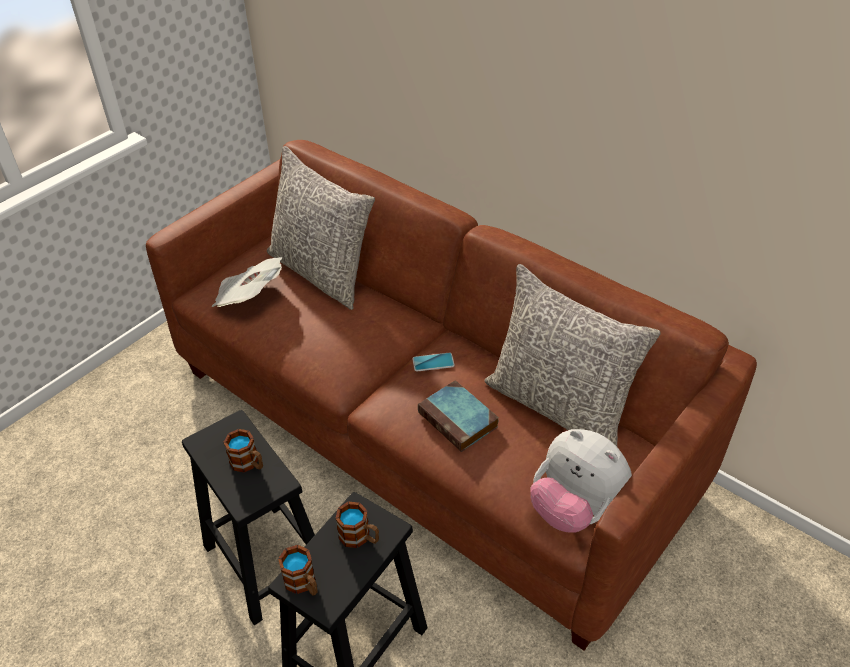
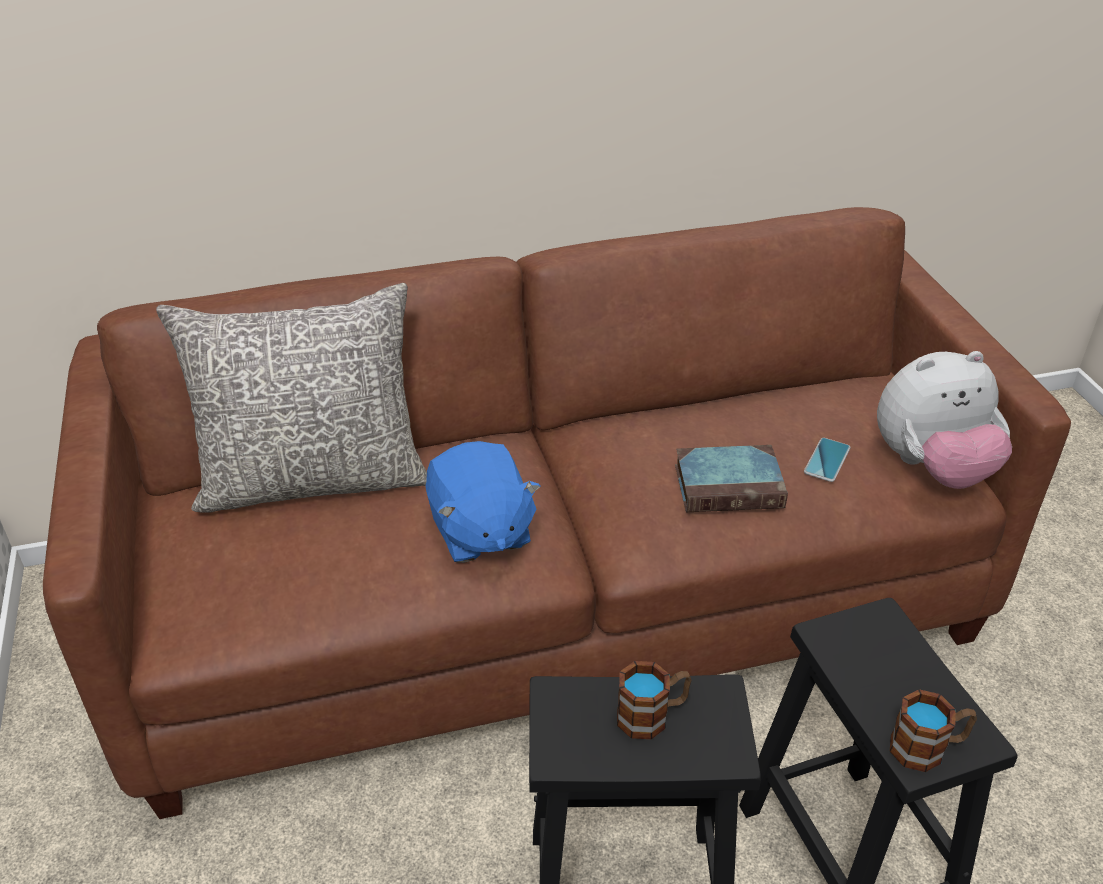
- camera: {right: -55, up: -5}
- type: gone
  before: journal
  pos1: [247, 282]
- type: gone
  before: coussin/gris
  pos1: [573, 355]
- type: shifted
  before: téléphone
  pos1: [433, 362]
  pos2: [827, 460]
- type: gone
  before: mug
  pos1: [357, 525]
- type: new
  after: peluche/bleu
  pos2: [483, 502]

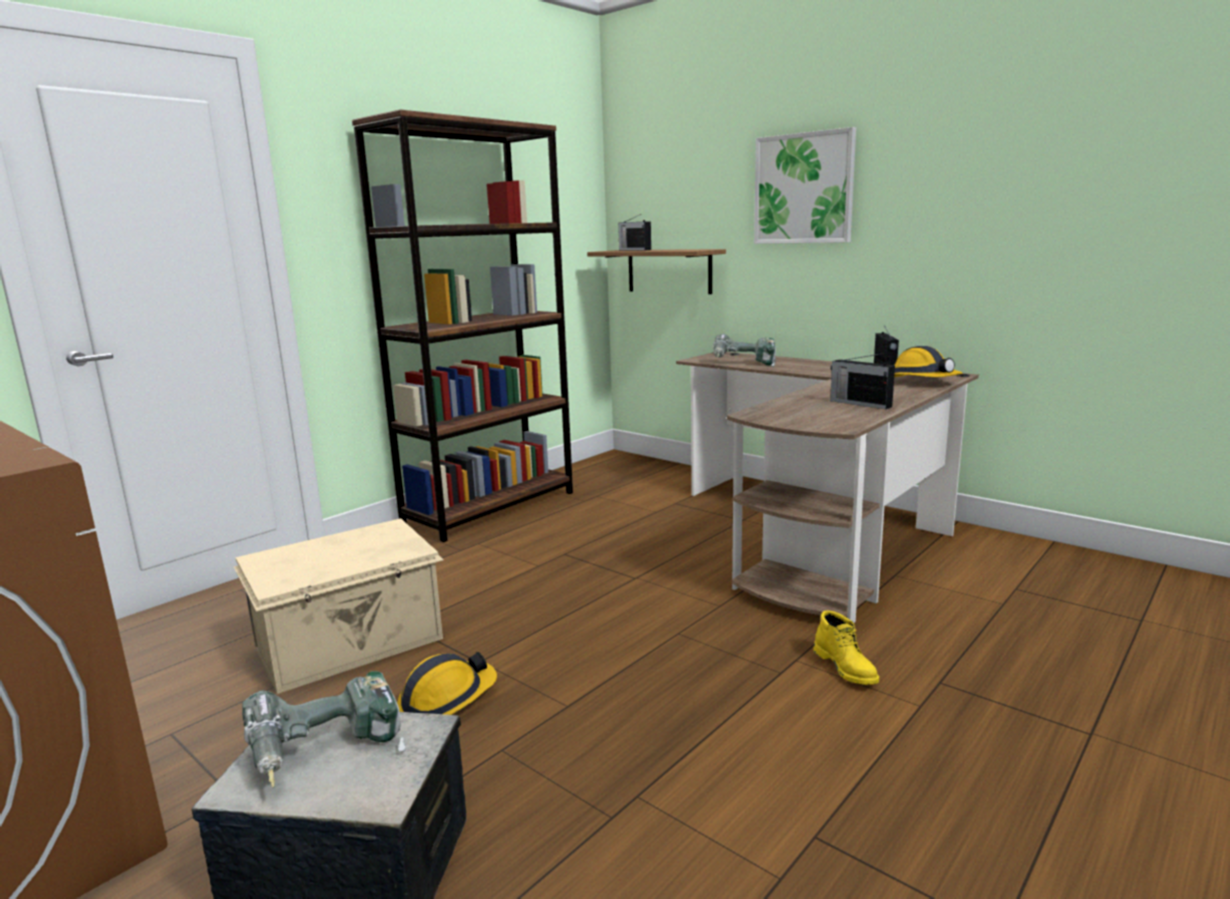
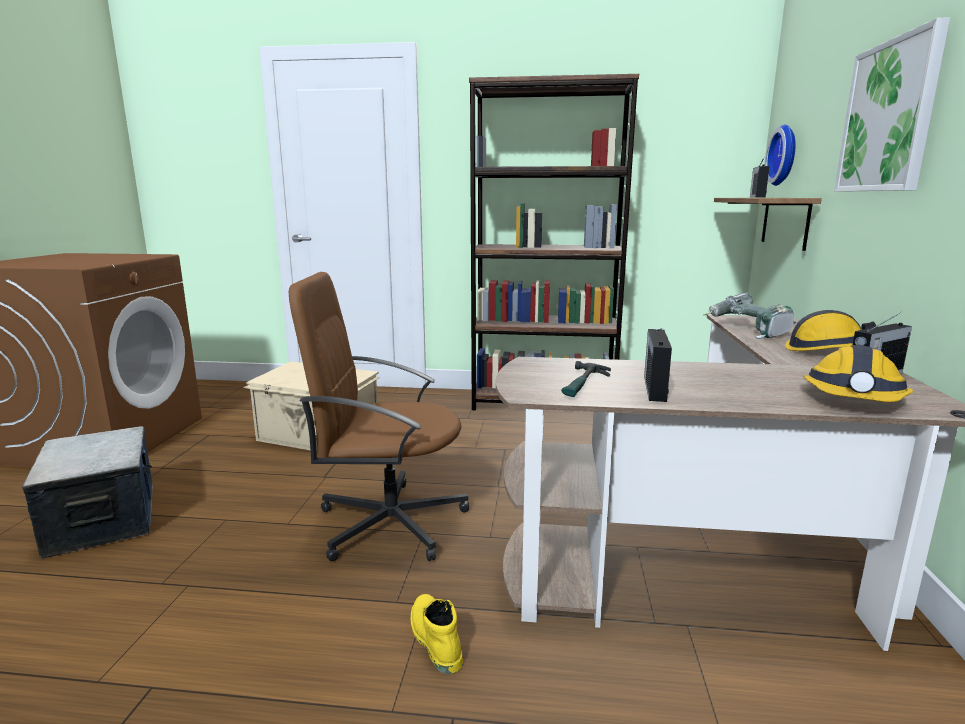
- camera: {right: 55, up: 0}
- type: rotated
  before: botte/jaune
  pos1: [846, 647]
  pos2: [437, 634]
  turn: 120
- type: shifted
  before: casque de chantier
  pos1: [447, 683]
  pos2: [830, 330]
- type: gone
  before: perceuse
  pos1: [324, 729]
- type: new
  after: horloge murale
  pos2: [780, 155]
- type: new
  after: chaise de bureau/marron
  pos2: [379, 416]
- type: new
  after: marteau
  pos2: [586, 379]

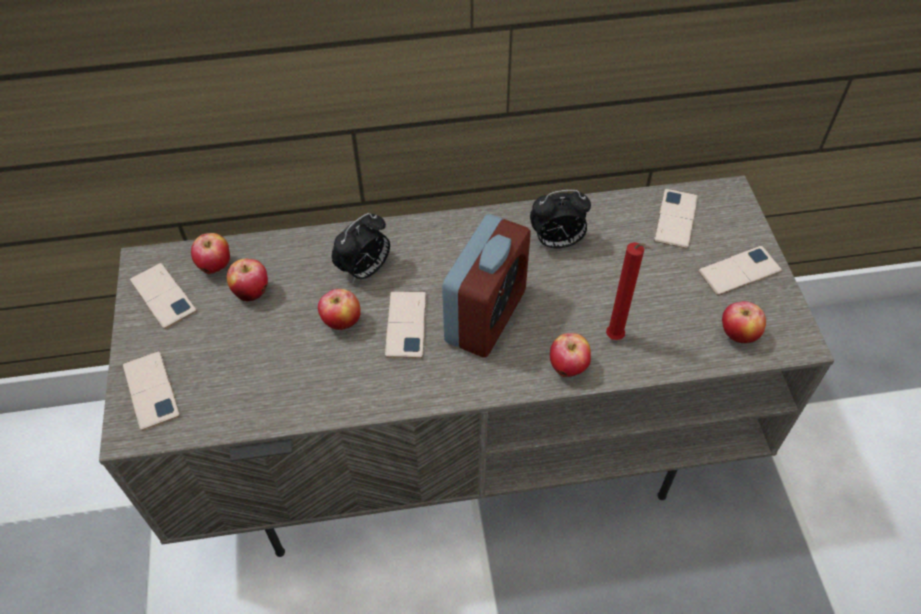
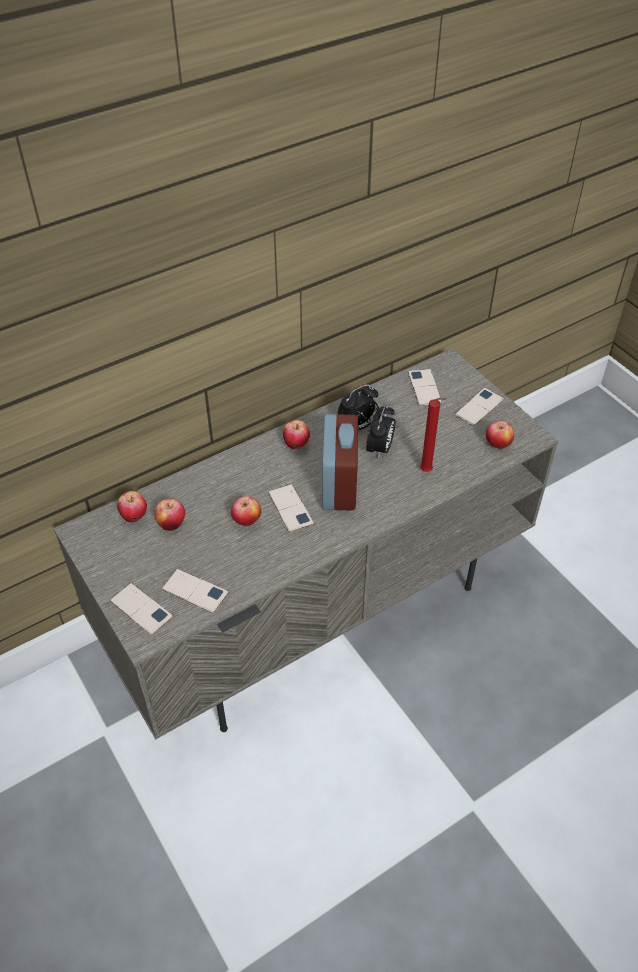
- camera: {right: -25, up: -5}
- type: shifted
  before: réveil
  pos1: [361, 248]
  pos2: [381, 431]
- type: shifted
  before: téléphone
  pos1: [163, 295]
  pos2: [195, 590]
- type: shifted
  before: pomme
  pos1: [570, 355]
  pos2: [296, 434]

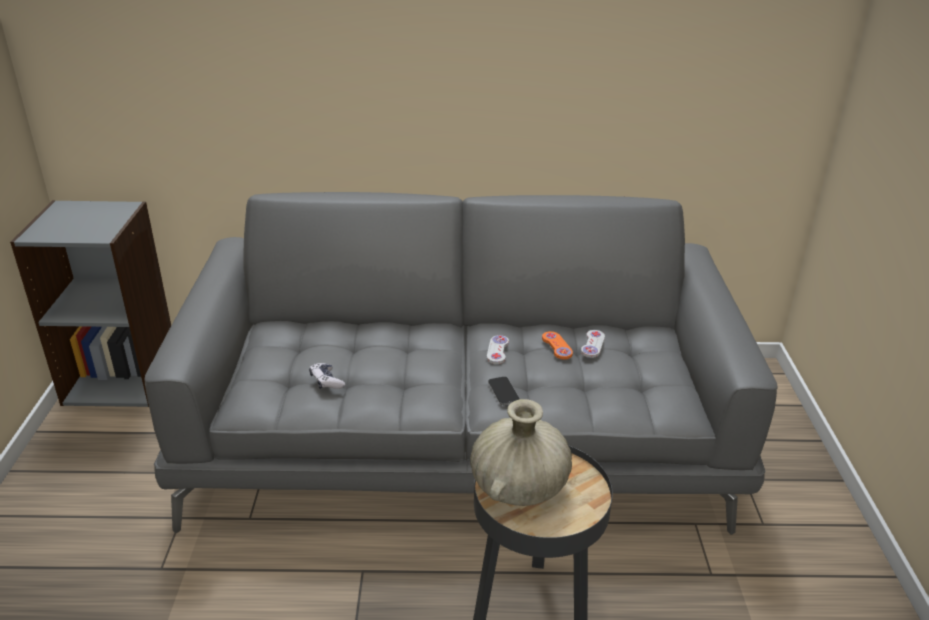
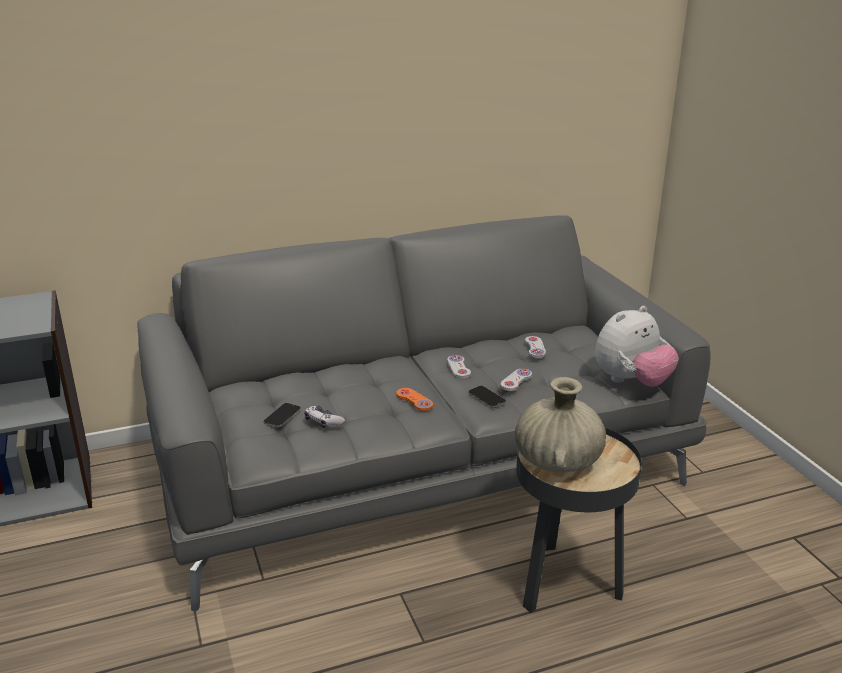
- camera: {right: -20, up: -5}
- type: shifted
  before: manette/orange
  pos1: [557, 345]
  pos2: [414, 399]
- type: new
  after: peluche
  pos2: [637, 346]
- type: new
  after: manette/blanc
  pos2: [516, 380]
- type: new
  after: téléphone
  pos2: [282, 415]

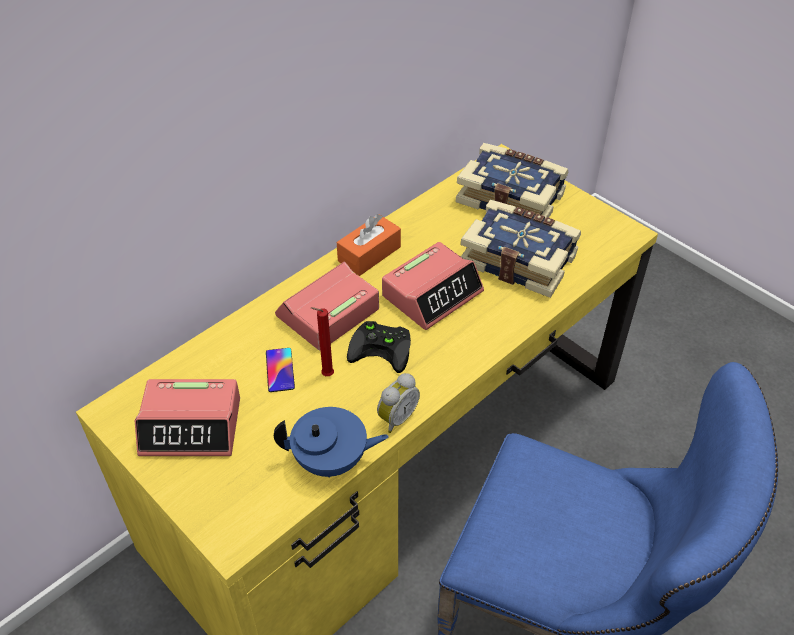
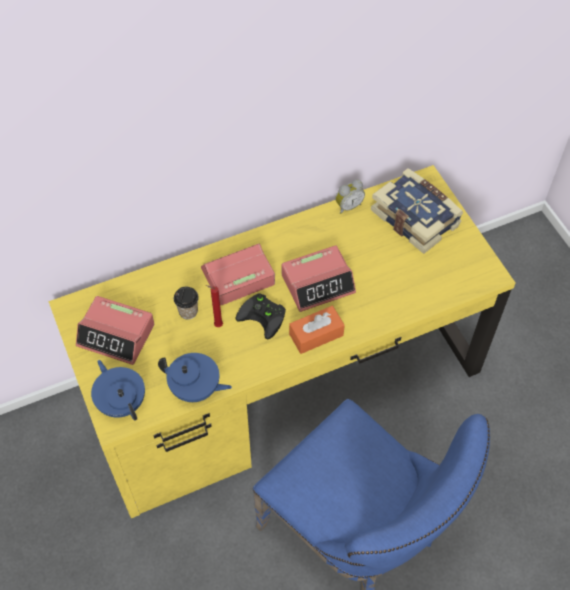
- camera: {right: 20, up: 10}
- type: gone
  before: livre
  pos1: [521, 249]
- type: shifted
  before: boîte à mouchoirs/orange
  pos1: [369, 245]
  pos2: [317, 330]
- type: swapped
  before: téléphone
  after: tasse
  pos1: [280, 370]
  pos2: [186, 302]
- type: shifted
  before: réveil
  pos1: [398, 403]
  pos2: [350, 196]
- type: new
  after: théière/bleu
  pos2: [118, 390]

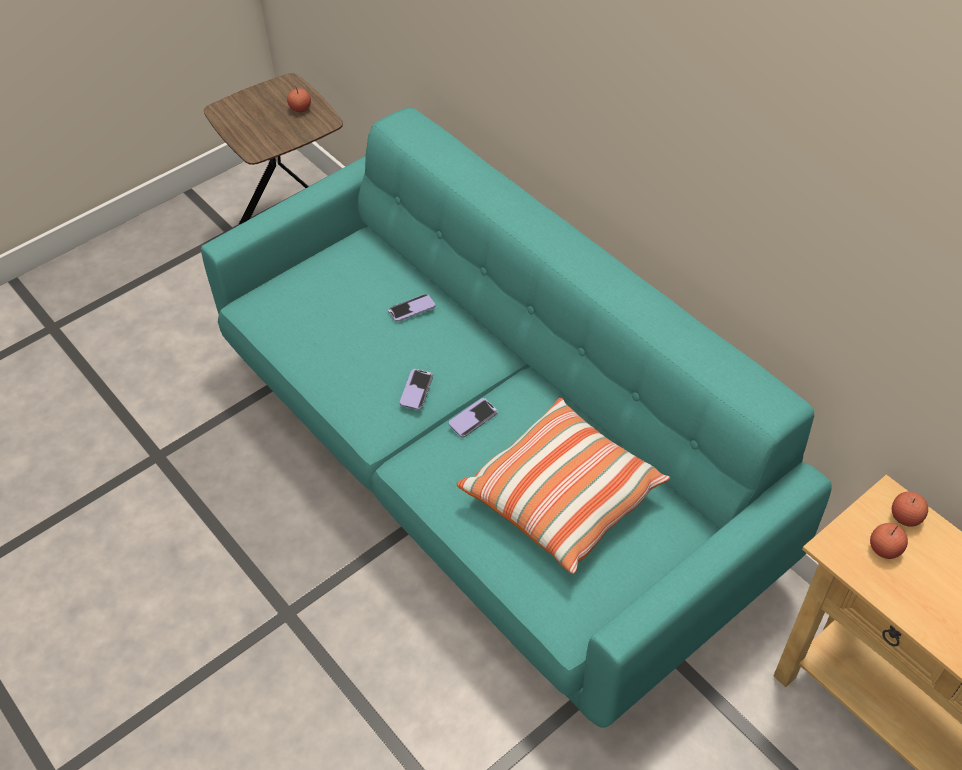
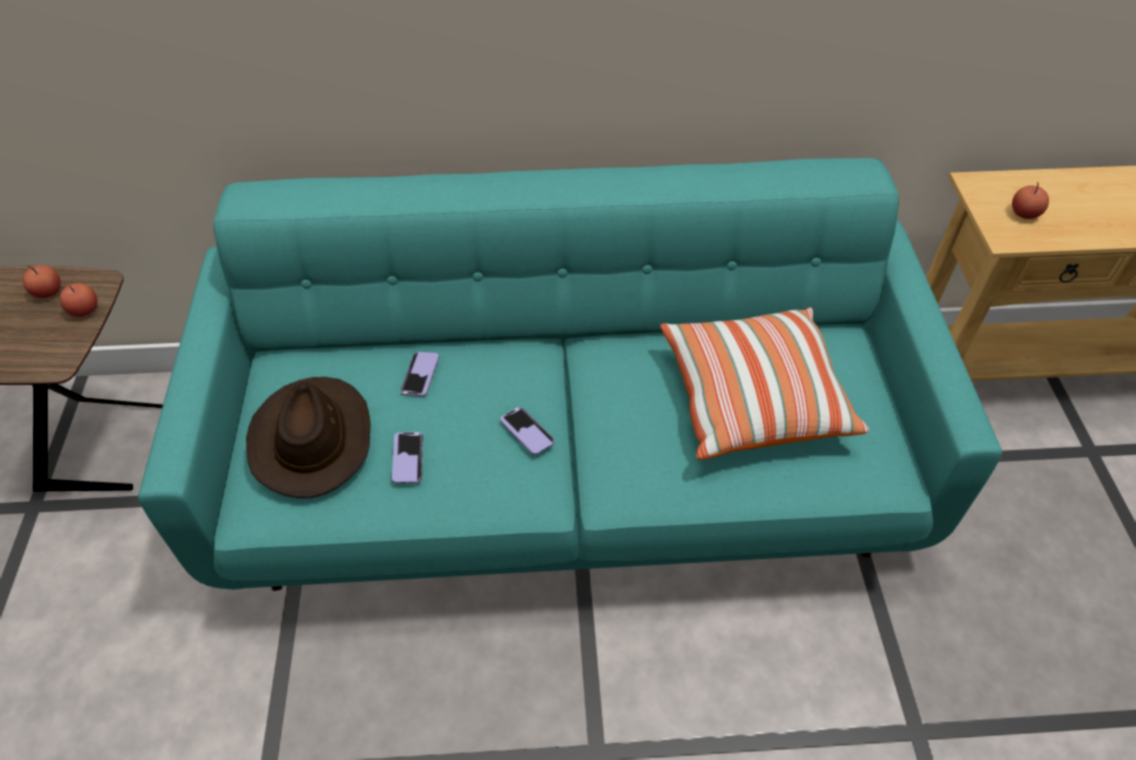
- camera: {right: -55, up: 0}
- type: shifted
  before: téléphone
  pos1: [473, 417]
  pos2: [407, 458]
- type: shifted
  before: pomme
  pos1: [910, 509]
  pos2: [78, 300]
- type: new
  after: chapeau/marron
  pos2: [308, 437]

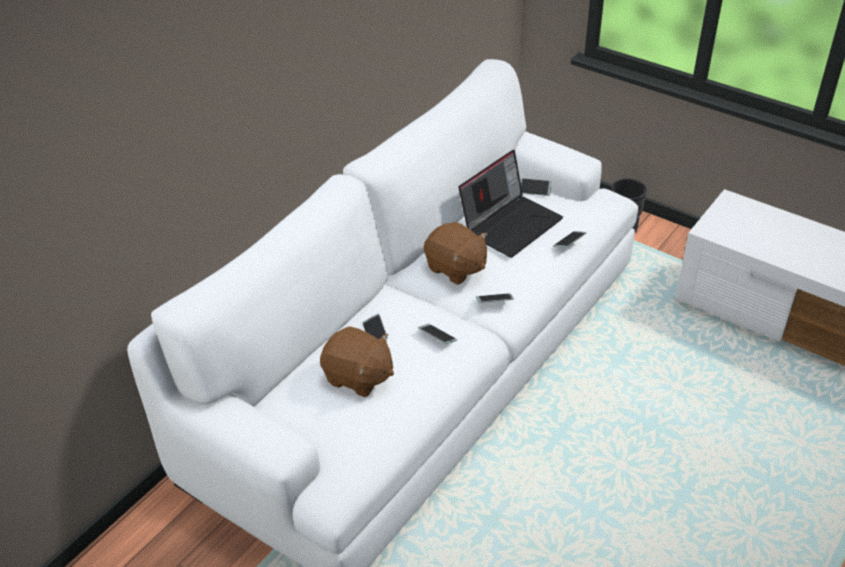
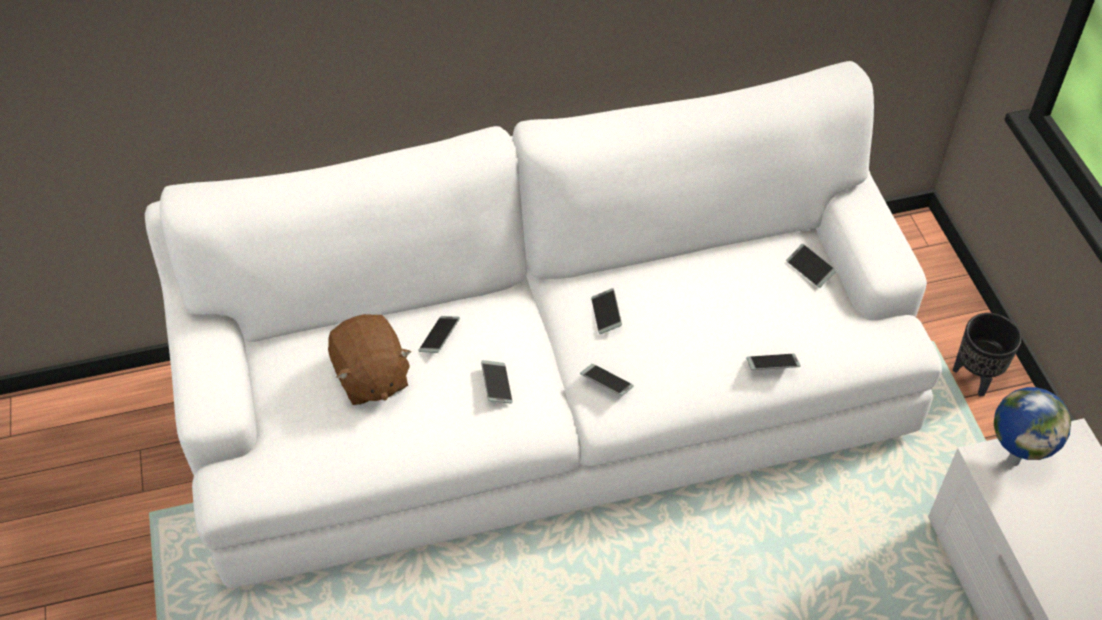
- camera: {right: 40, up: 10}
- type: gone
  before: ordinateur portable
  pos1: [510, 204]
- type: swapped
  before: peluche/marron
  after: téléphone
  pos1: [455, 253]
  pos2: [606, 311]
- type: new
  after: globe
  pos2: [1032, 426]

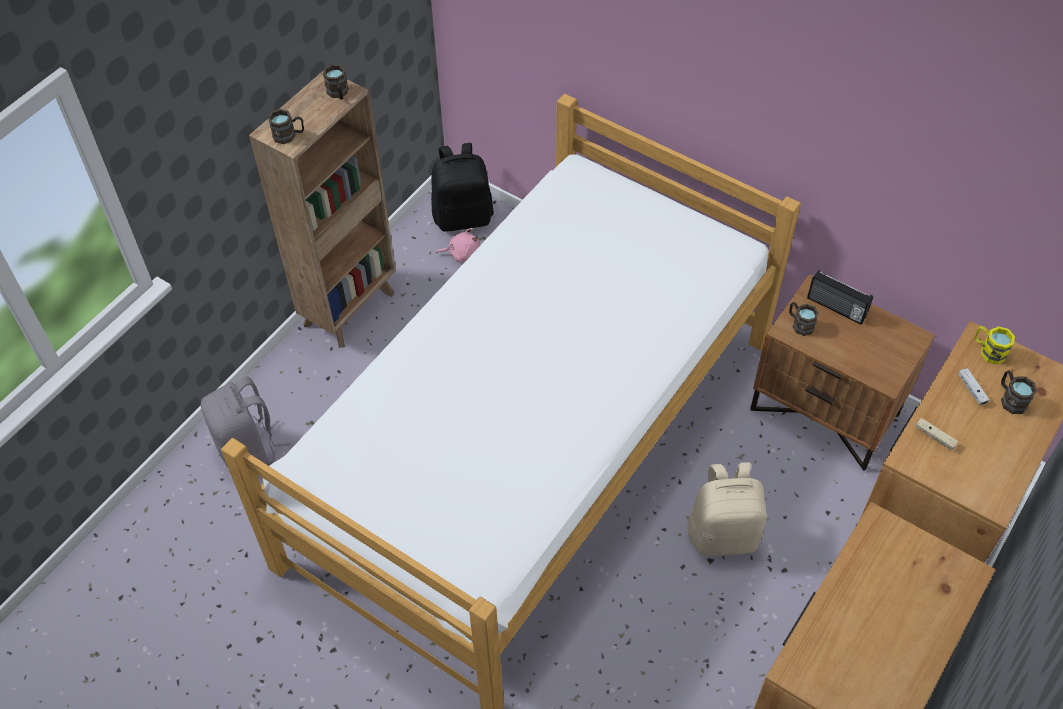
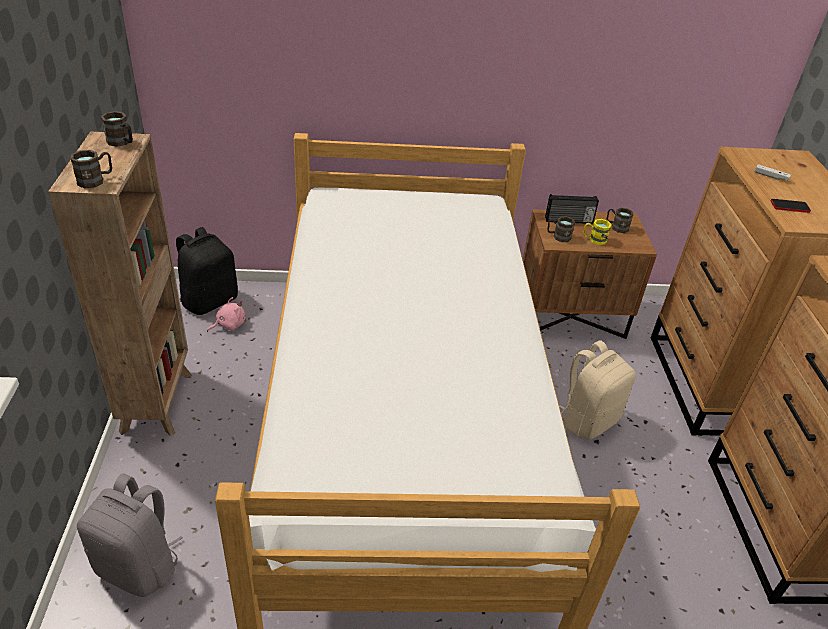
- camera: {right: -40, up: -15}
- type: shifted
  before: mug/jaune
  pos1: [994, 345]
  pos2: [597, 232]
- type: shifted
  before: mug/marron
  pos1: [1019, 392]
  pos2: [620, 220]
- type: swapped
  before: manette/beige
  after: téléphone
  pos1: [936, 434]
  pos2: [791, 206]

